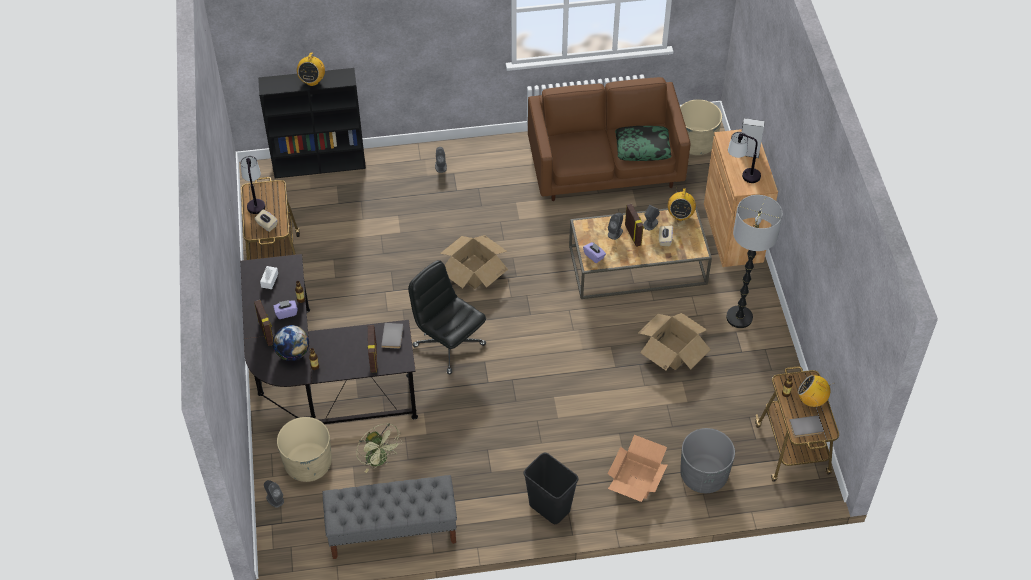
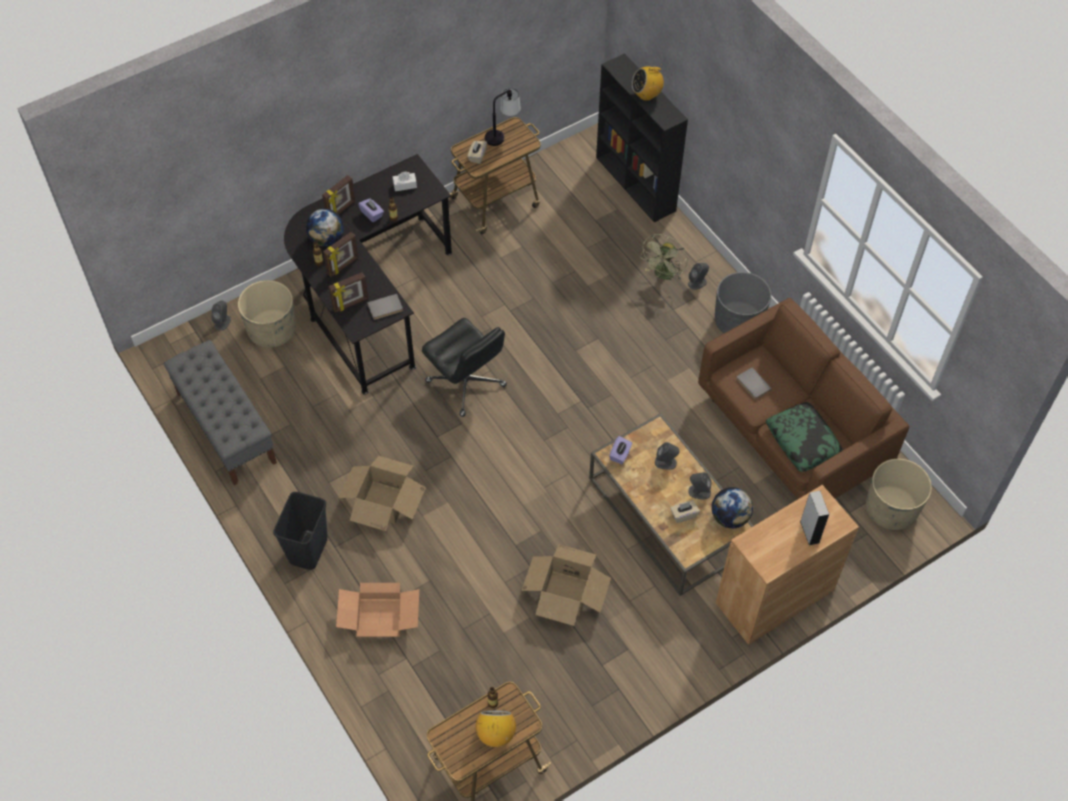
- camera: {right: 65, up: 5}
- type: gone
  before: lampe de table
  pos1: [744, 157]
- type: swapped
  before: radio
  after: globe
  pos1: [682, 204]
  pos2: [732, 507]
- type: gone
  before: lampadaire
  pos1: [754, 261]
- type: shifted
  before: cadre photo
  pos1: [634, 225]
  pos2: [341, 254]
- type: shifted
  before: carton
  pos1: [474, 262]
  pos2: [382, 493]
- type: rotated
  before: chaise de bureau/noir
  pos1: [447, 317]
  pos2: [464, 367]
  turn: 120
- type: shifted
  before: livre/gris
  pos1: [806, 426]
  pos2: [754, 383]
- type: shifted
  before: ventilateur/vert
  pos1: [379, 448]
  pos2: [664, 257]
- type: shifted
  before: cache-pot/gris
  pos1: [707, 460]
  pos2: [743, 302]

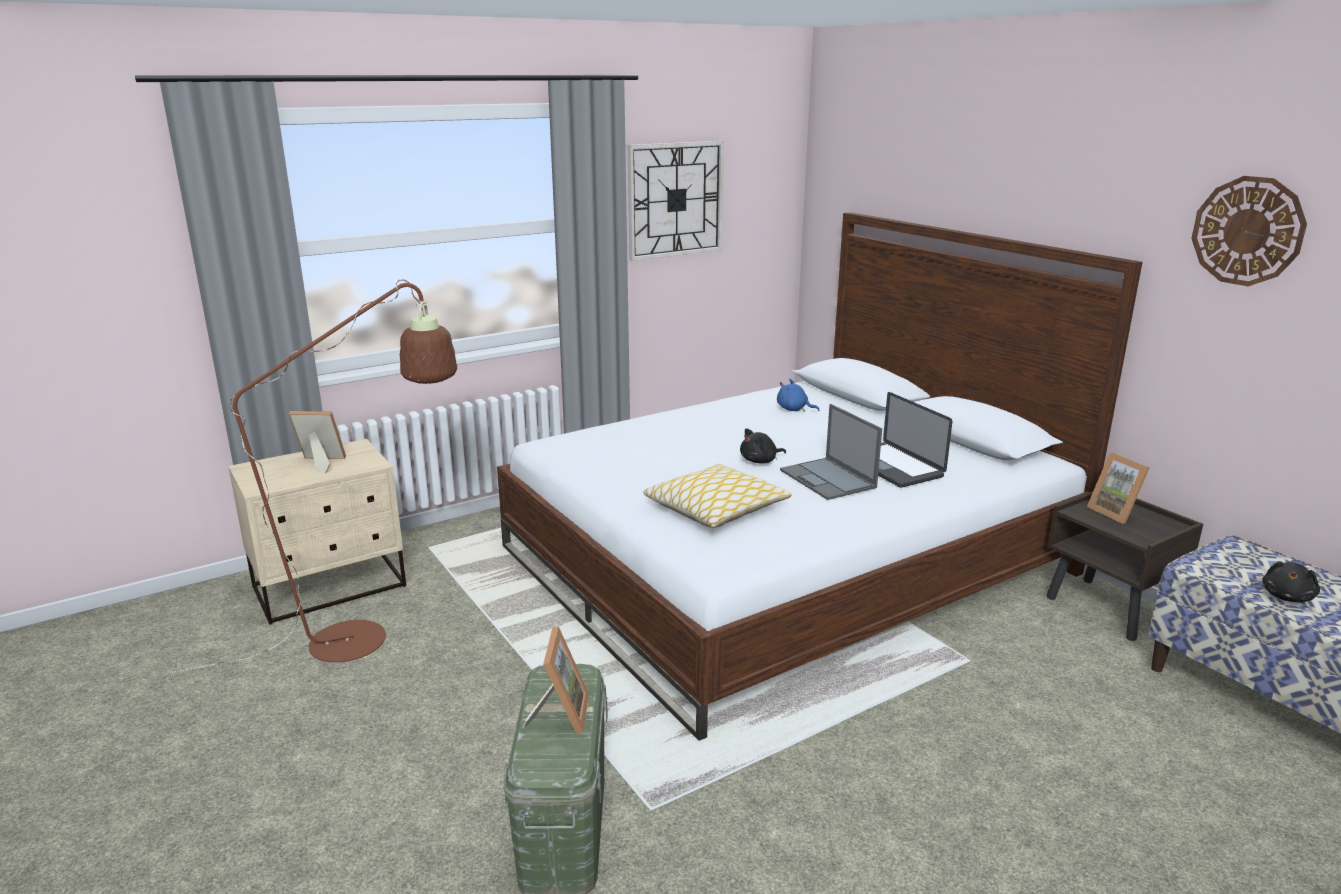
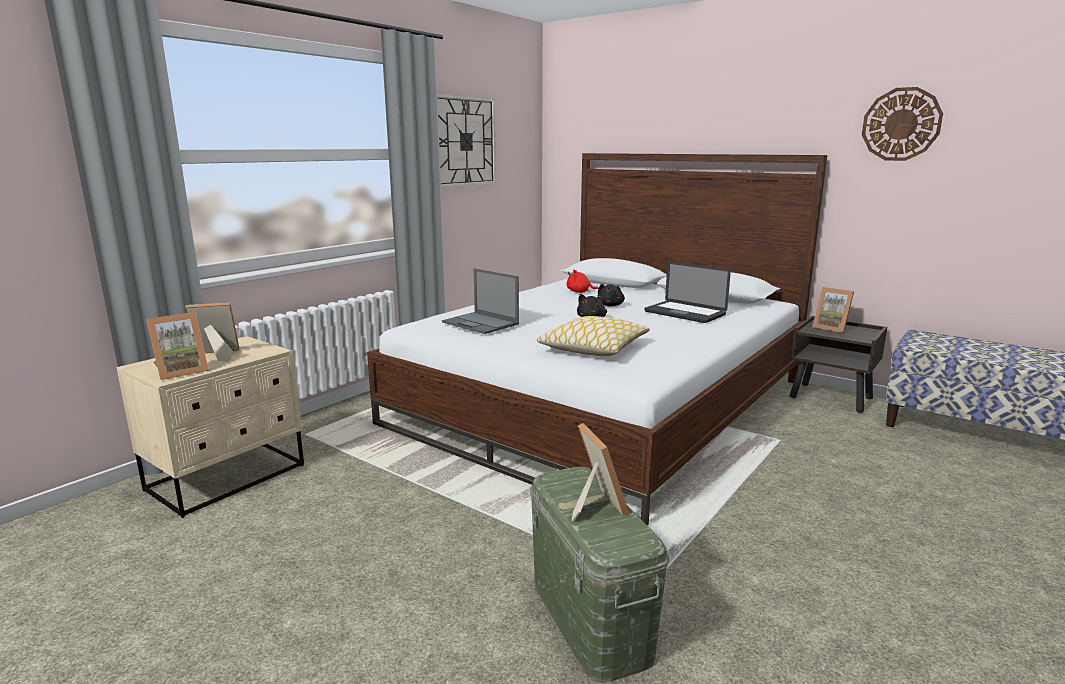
- camera: {right: -20, up: -5}
- type: gone
  before: lampadaire/marron
  pos1: [287, 481]
- type: repainted
  before: peluche/bleu
  after: peluche/rouge
  pos1: [798, 395]
  pos2: [583, 281]
- type: shifted
  before: ordinateur portable
  pos1: [831, 452]
  pos2: [480, 301]
- type: shifted
  before: peluche/noir
  pos1: [1291, 581]
  pos2: [611, 295]
- type: new
  after: cadre photo
  pos2: [177, 346]

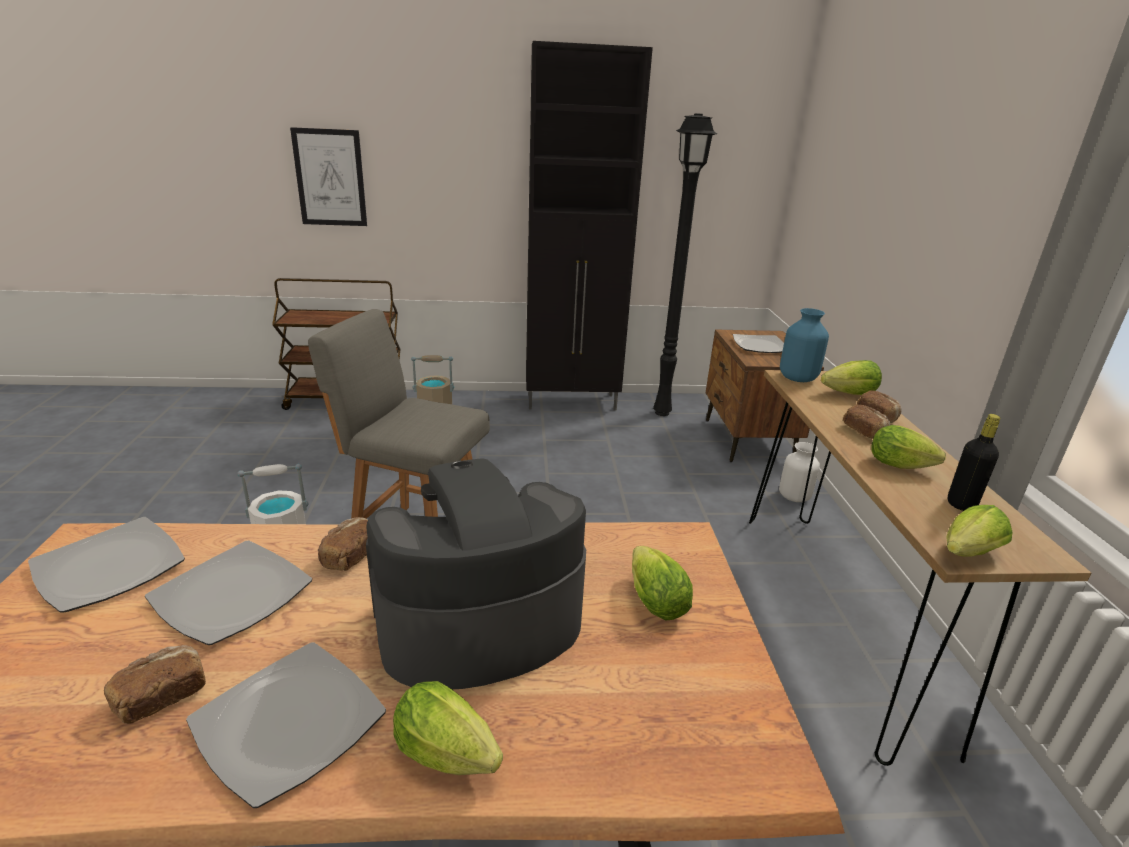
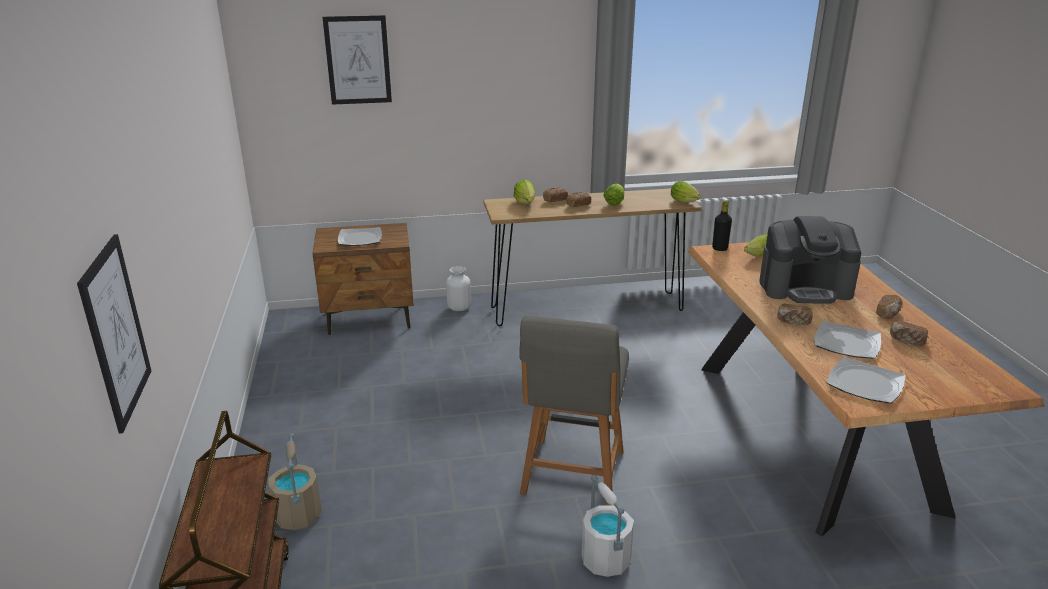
- camera: {right: -95, up: 0}
- type: gone
  before: meuble de rangement/noir
  pos1: [589, 226]
- type: gone
  before: lampadaire/noir
  pos1: [685, 264]
- type: gone
  before: vase/bleu
  pos1: [804, 345]
- type: shifted
  before: bouteille/noir
  pos1: [974, 462]
  pos2: [722, 225]
- type: rotated
  before: machine à café
  pos1: [476, 573]
  pos2: [810, 260]
  turn: -60
- type: swapped
  before: assiette
  after: pain
  pos1: [286, 725]
  pos2: [889, 307]
- type: gone
  before: laitue
  pos1: [448, 728]
- type: new
  after: tableau
  pos2: [357, 60]

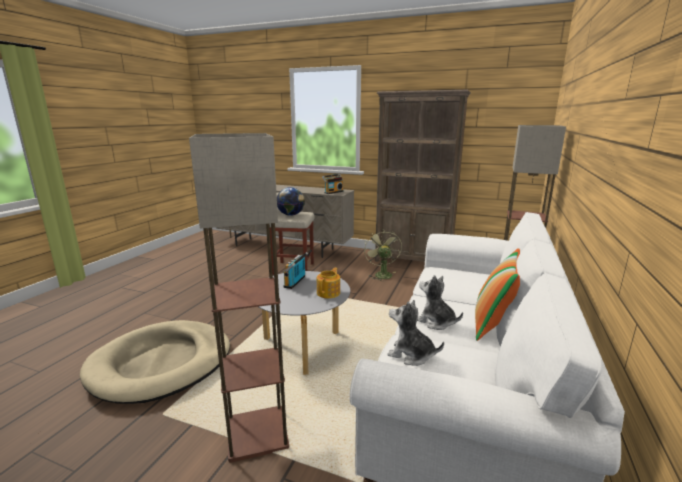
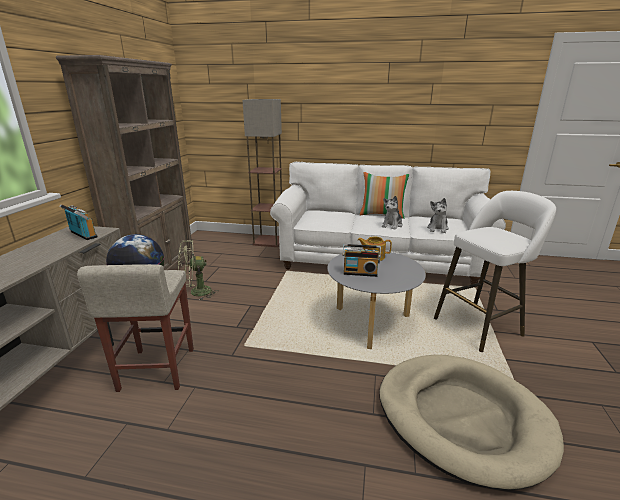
- camera: {right: -100, up: 5}
- type: swapped
  before: lampadaire
  after: tabouret/blanc
  pos1: [239, 298]
  pos2: [495, 271]

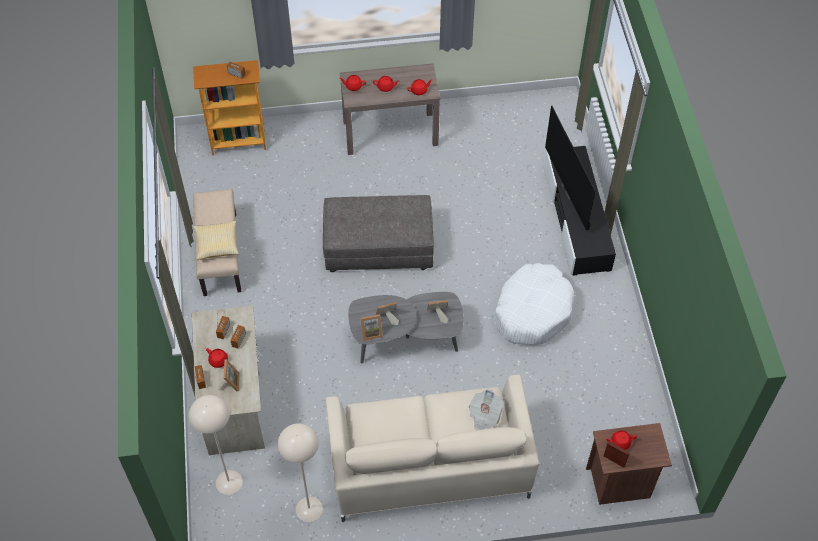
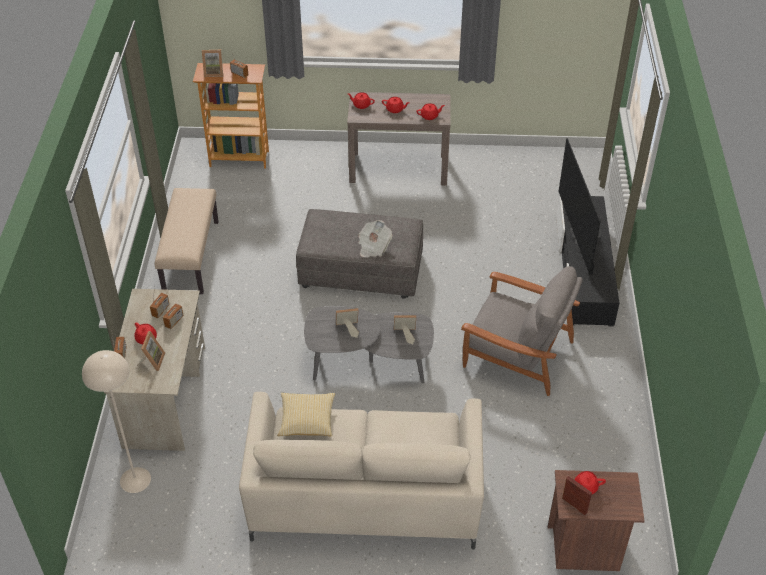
- camera: {right: 10, up: -10}
- type: shifted
  before: coussin
  pos1: [216, 240]
  pos2: [306, 414]
- type: swapped
  before: panier pour chien/blanc
  after: fauteuil/gris
  pos1: [533, 304]
  pos2: [522, 331]
- type: shifted
  before: cadre photo
  pos1: [371, 328]
  pos2: [212, 63]
- type: shifted
  before: journal
  pos1: [486, 409]
  pos2: [375, 238]
- type: gone
  before: lampadaire/beige
  pos1: [300, 472]

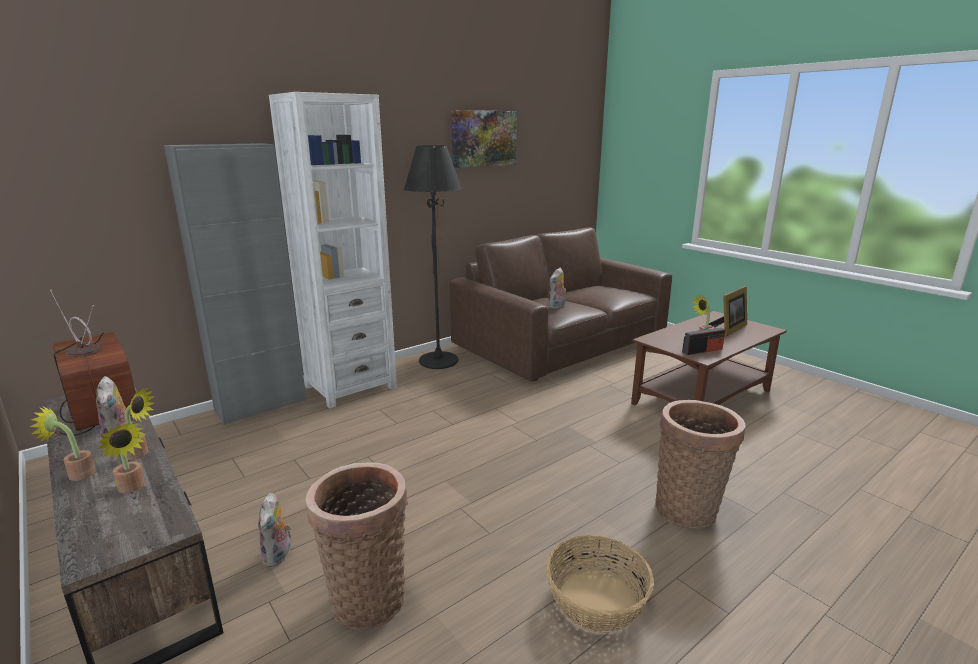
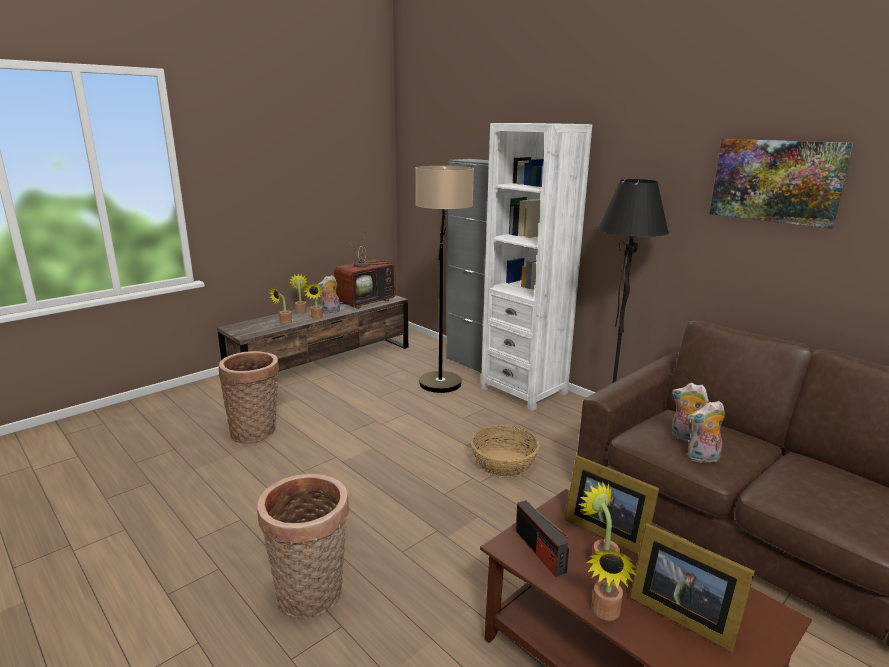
- camera: {right: 85, up: 0}
- type: shifted
  before: peluche
  pos1: [275, 530]
  pos2: [706, 432]
- type: shifted
  before: panier
  pos1: [600, 584]
  pos2: [505, 451]
- type: new
  after: lampadaire
  pos2: [444, 279]
- type: new
  after: cadre photo
  pos2: [612, 505]
- type: new
  after: plante en pot
  pos2: [611, 585]

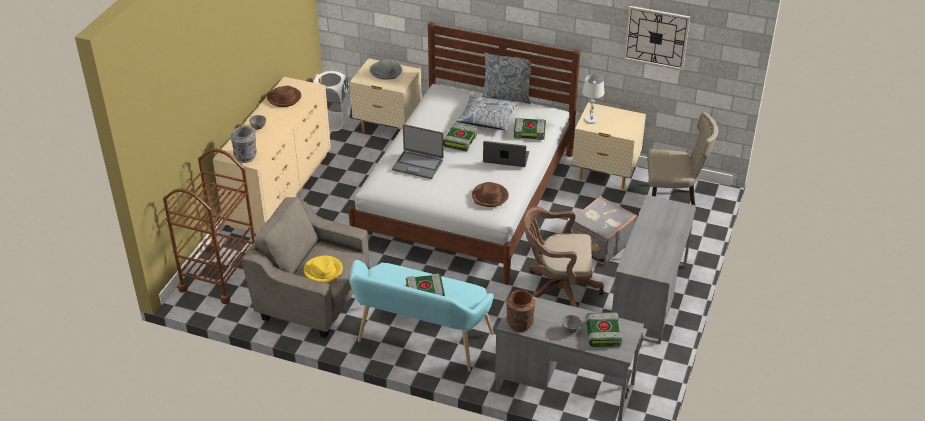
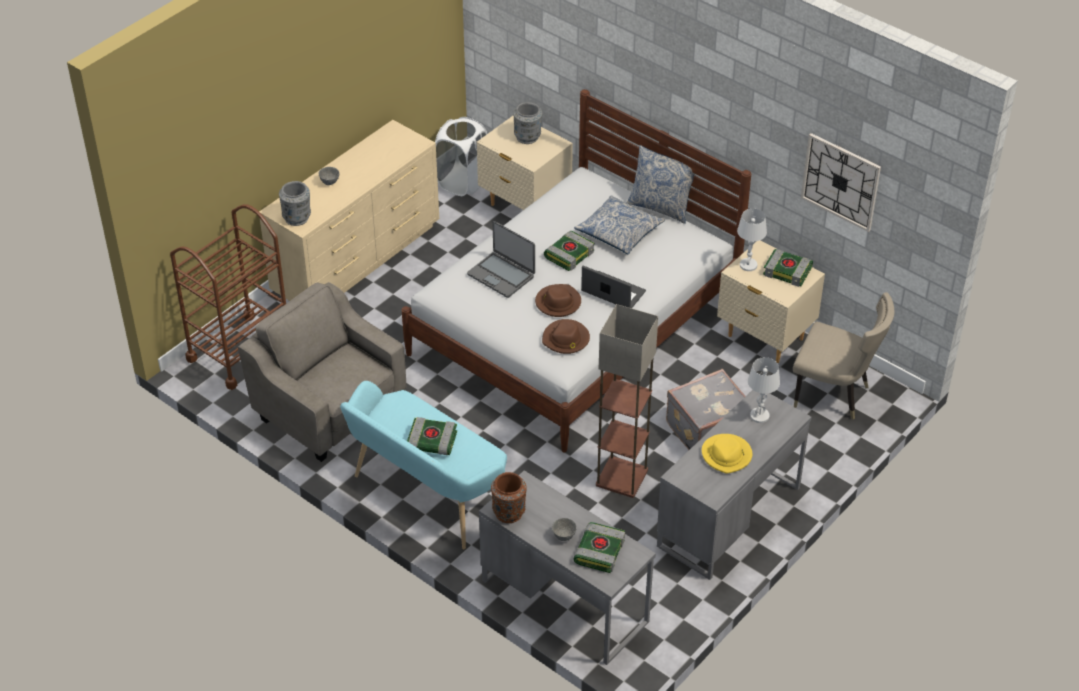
- camera: {right: 20, up: 5}
- type: swapped
  before: chapeau/gris
  after: vase/gris
  pos1: [386, 69]
  pos2: [527, 123]
- type: shifted
  before: chapeau/marron
  pos1: [284, 96]
  pos2: [558, 300]
- type: shifted
  before: livre
  pos1: [530, 129]
  pos2: [788, 268]
- type: swapped
  before: chaise de bureau/marron
  after: lampadaire
  pos1: [563, 257]
  pos2: [627, 401]
- type: shifted
  before: chapeau/jaune
  pos1: [323, 269]
  pos2: [727, 454]
- type: new
  after: lampe de table/blanc
  pos2: [764, 390]

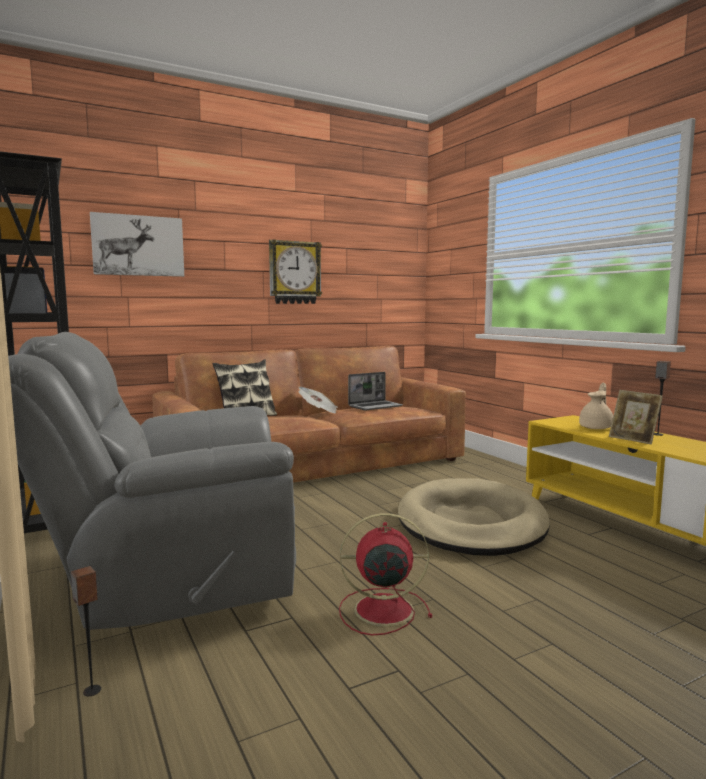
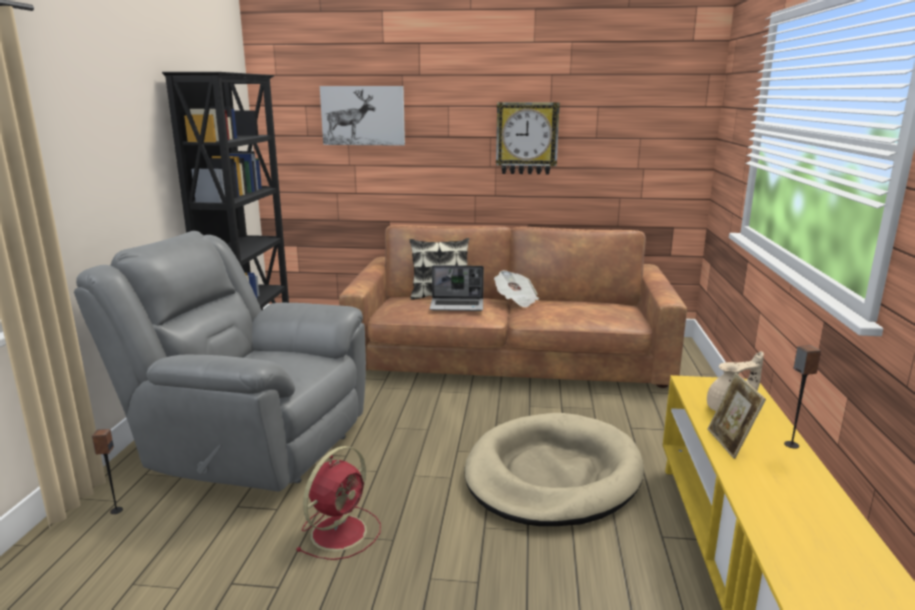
- camera: {right: 35, up: 10}
- type: shifted
  before: ordinateur portable
  pos1: [375, 391]
  pos2: [457, 288]
- type: rotated
  before: ventilateur/rouge
  pos1: [385, 574]
  pos2: [338, 503]
  turn: 90

